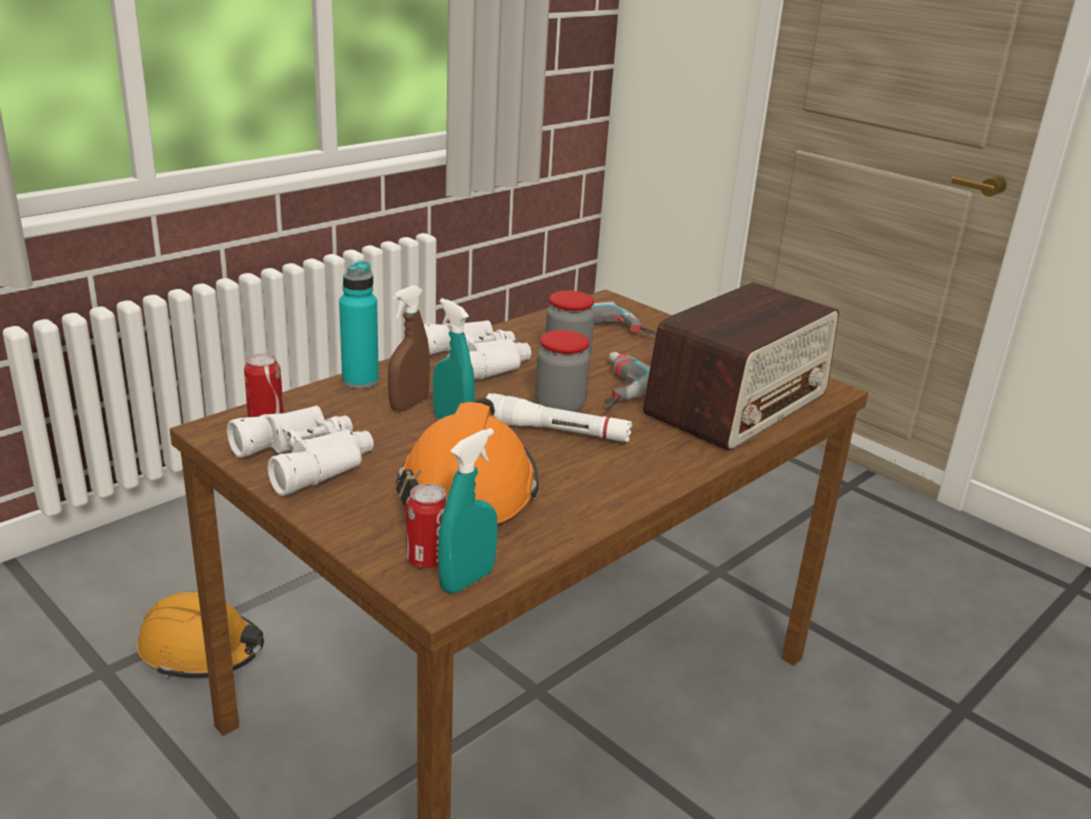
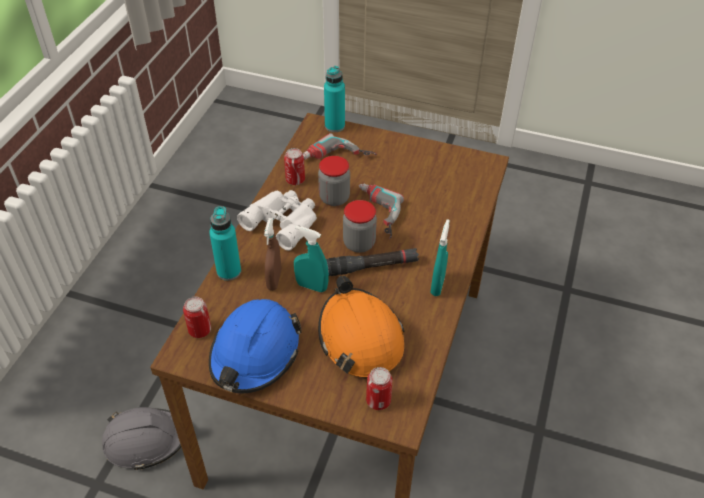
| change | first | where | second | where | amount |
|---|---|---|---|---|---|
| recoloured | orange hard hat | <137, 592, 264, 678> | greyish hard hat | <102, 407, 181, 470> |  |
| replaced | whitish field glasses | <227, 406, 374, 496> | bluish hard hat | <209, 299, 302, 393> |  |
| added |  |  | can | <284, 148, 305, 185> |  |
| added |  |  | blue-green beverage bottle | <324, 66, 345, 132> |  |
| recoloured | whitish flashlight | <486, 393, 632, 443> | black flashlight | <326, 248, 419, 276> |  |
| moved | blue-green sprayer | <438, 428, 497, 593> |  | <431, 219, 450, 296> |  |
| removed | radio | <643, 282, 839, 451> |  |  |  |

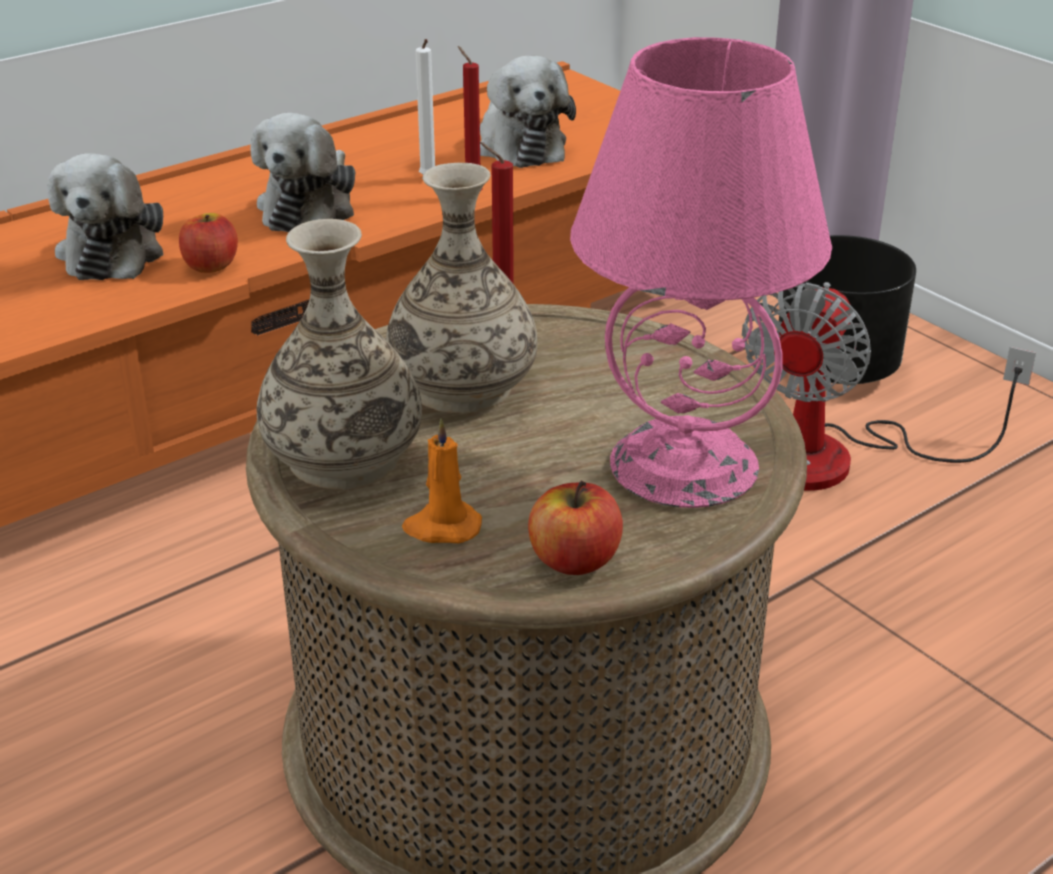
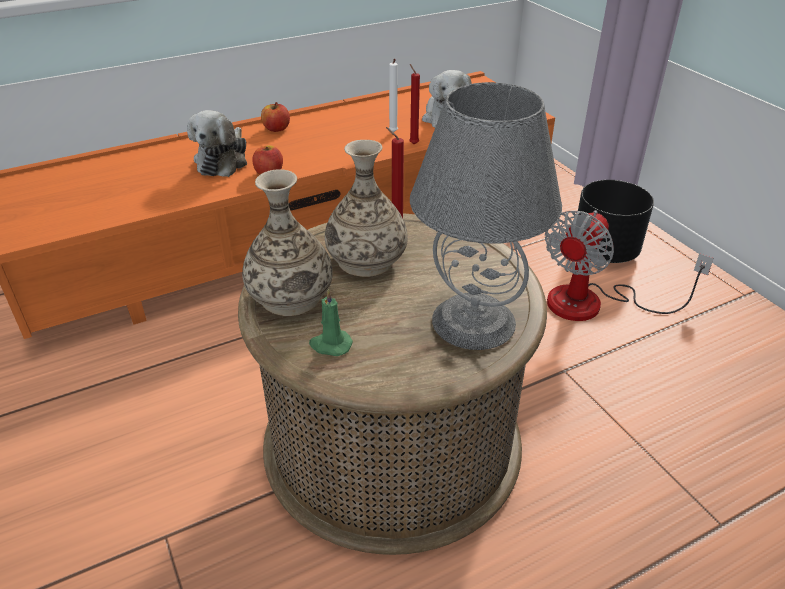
| change | first | where | second | where | amount |
|---|---|---|---|---|---|
| moved | whole apple | <528, 481, 623, 575> |  | <261, 102, 290, 132> |  |
| recoloured | orange wax light | <402, 418, 482, 543> | green-coloured wax light | <309, 289, 353, 356> |  |
| recoloured | pink table lamp | <570, 37, 832, 508> | greyish table lamp | <410, 82, 562, 350> |  |
| removed | soft toy | <251, 113, 356, 232> |  |  |  |

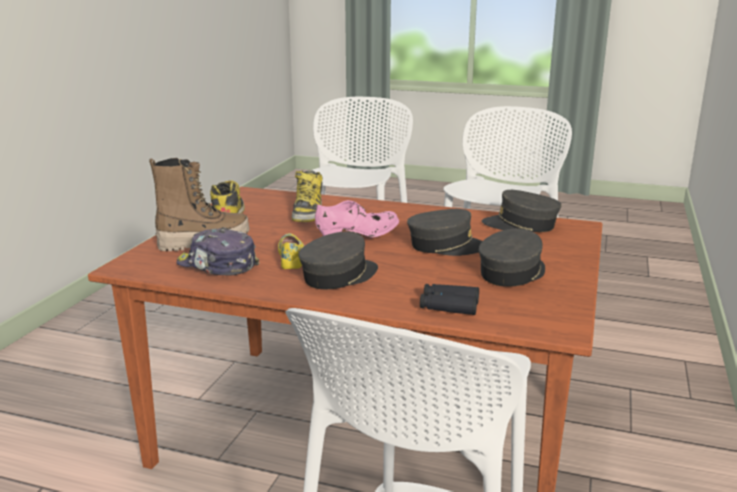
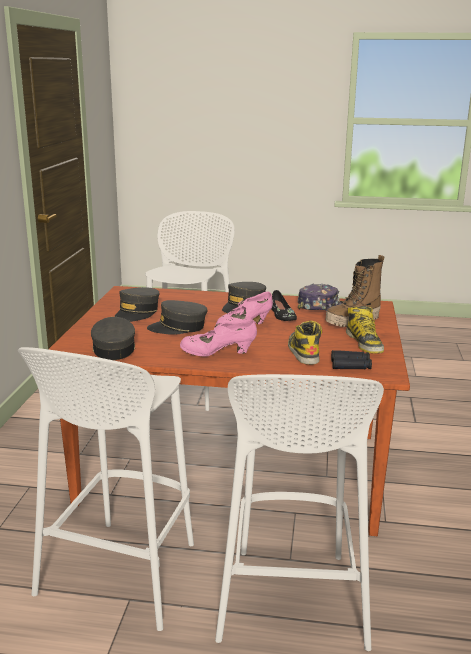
| change | first | where | second | where | amount |
|---|---|---|---|---|---|
| turned | greyish baseball cap | <482, 190, 562, 232> |  | <91, 317, 135, 360> | 105 degrees counterclockwise |
| added |  |  | pink shoe | <180, 319, 257, 357> |  |
| recoloured | yellowish shoe | <278, 233, 304, 269> | black shoe | <271, 290, 297, 321> |  |
| moved | black field glasses | <420, 284, 479, 315> |  | <331, 350, 372, 369> |  |

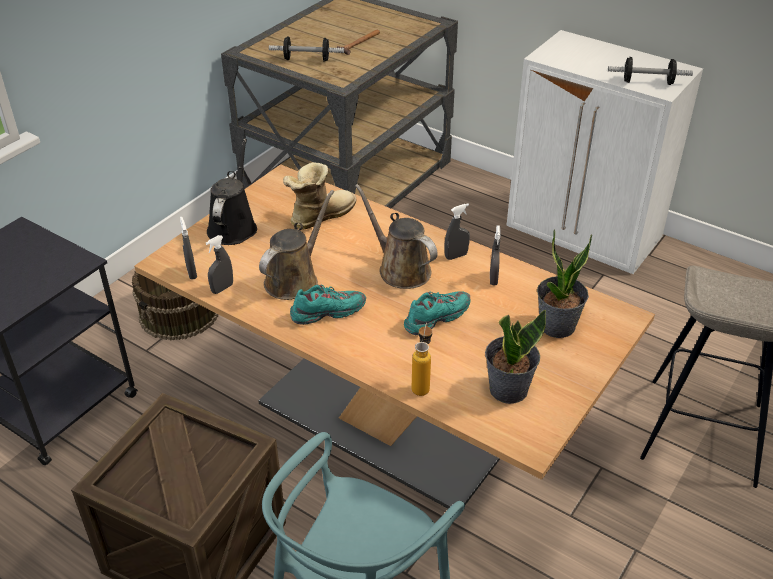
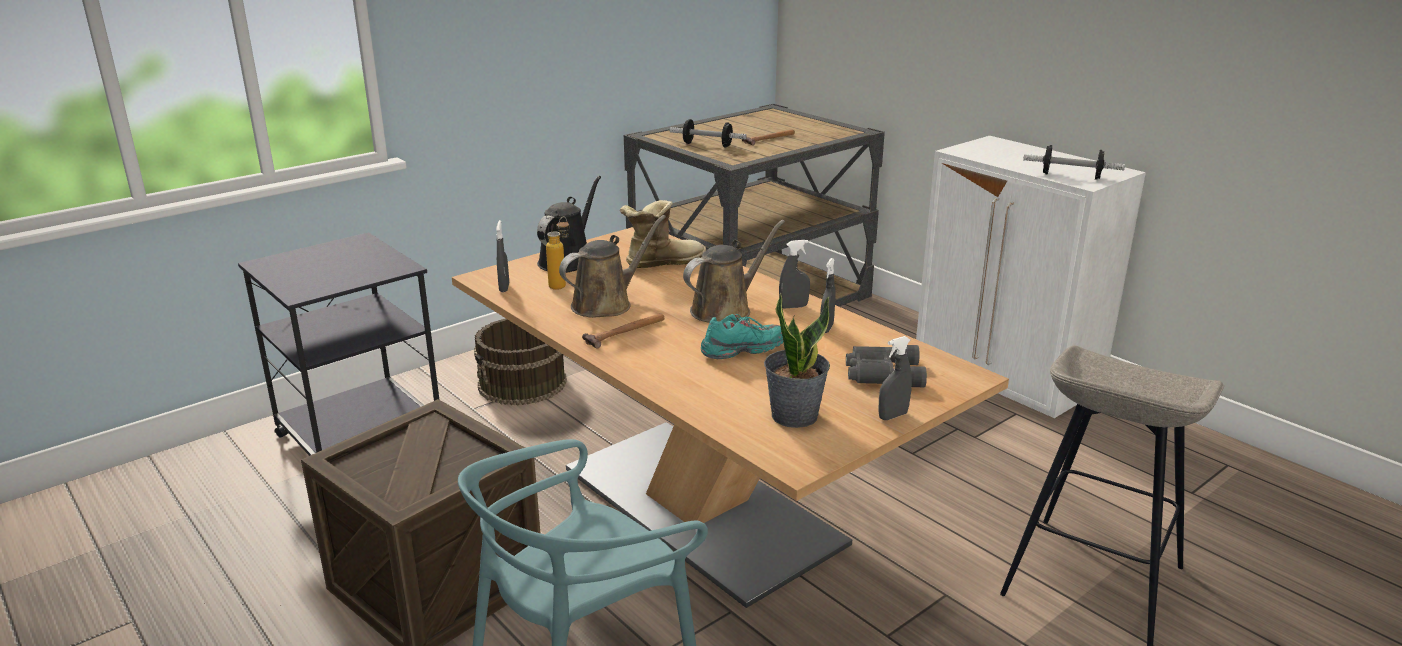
| change | first | where | second | where | amount |
|---|---|---|---|---|---|
| moved | beverage bottle | <412, 323, 432, 396> |  | <546, 216, 569, 290> |  |
| replaced | blue-green shoe | <290, 285, 366, 325> | tool hammer | <582, 313, 664, 349> |  |
| turned | brown-coloured sprinkling can | <355, 184, 438, 289> |  | <683, 220, 785, 323> | 75 degrees clockwise |
| replaced | potted plant | <537, 230, 592, 338> | greyish field glasses | <846, 345, 927, 387> |  |
| moved | greyish sprayer | <206, 235, 233, 294> |  | <878, 336, 912, 420> |  |

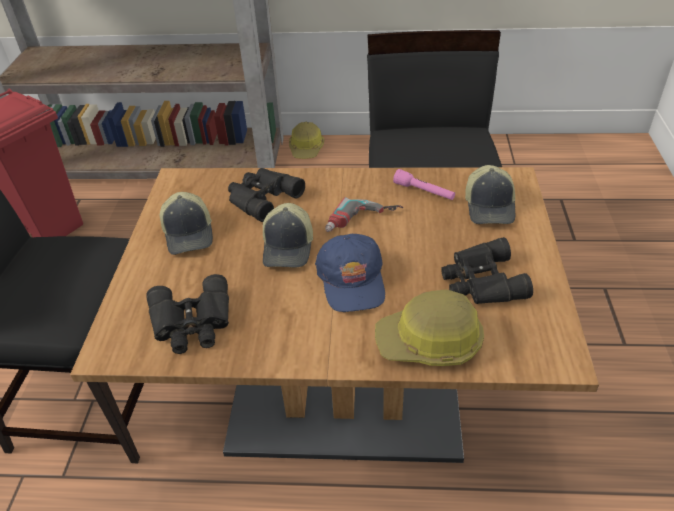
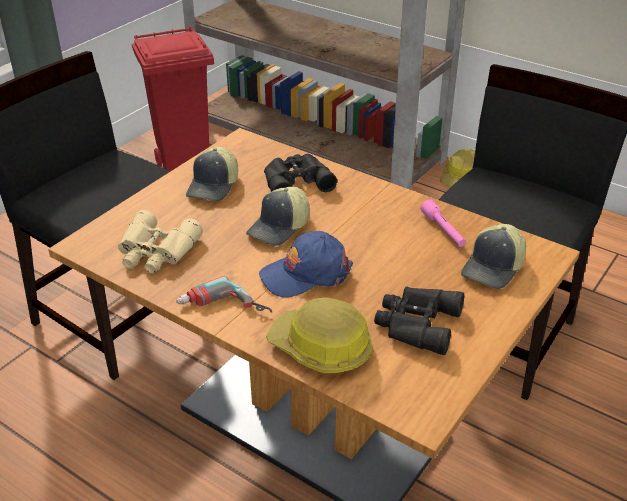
| change | first | where | second | where | amount |
|---|---|---|---|---|---|
| recoloured | black field glasses | <146, 274, 229, 354> | beige field glasses | <118, 210, 203, 274> |  |
| moved | drill | <325, 197, 403, 232> |  | <176, 276, 272, 312> |  |
| turned | bluish baseball cap | <315, 234, 385, 312> |  | <259, 231, 353, 298> | 45 degrees clockwise |

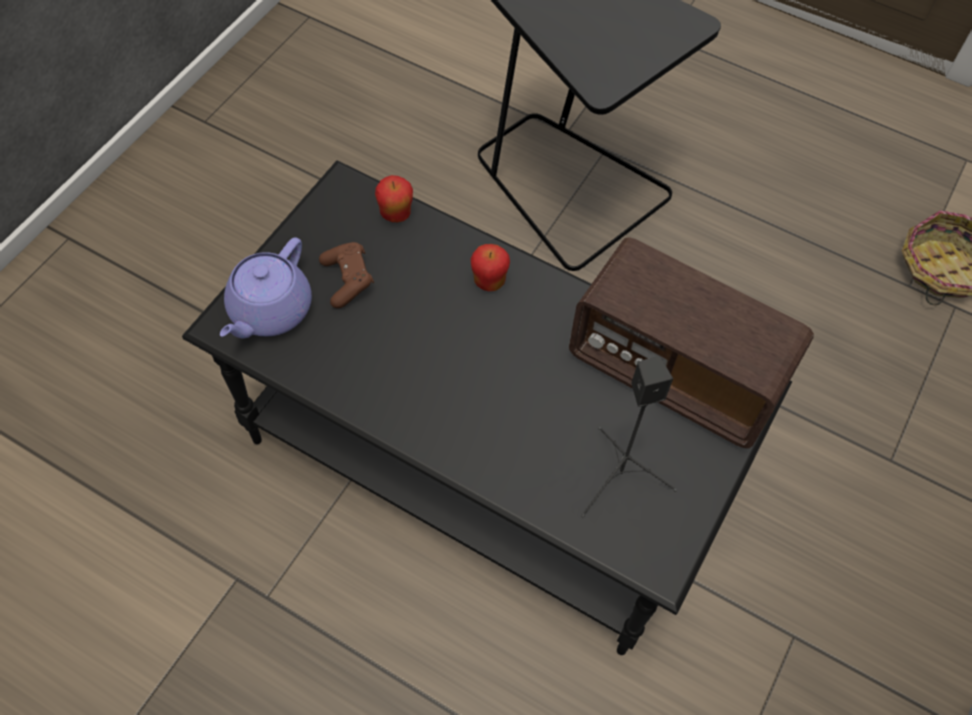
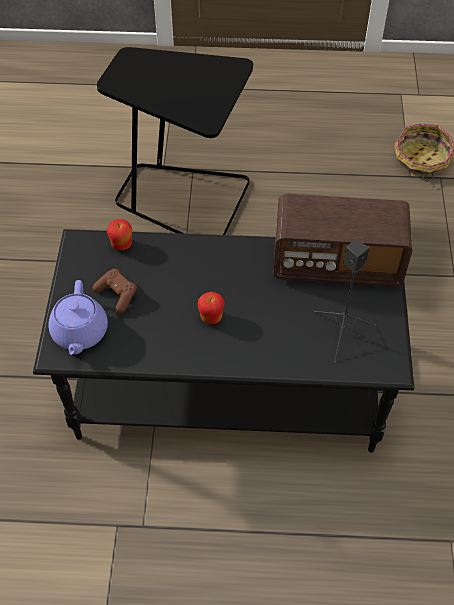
| change | first | where | second | where | amount |
|---|---|---|---|---|---|
| moved | whole apple | <470, 244, 510, 291> |  | <198, 292, 225, 324> |  |

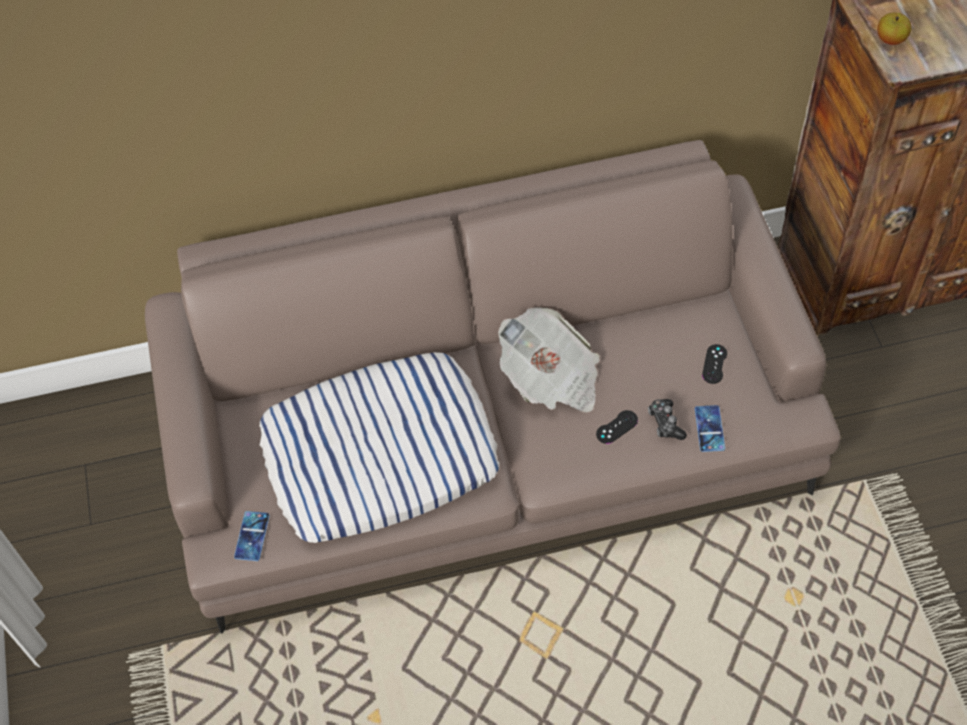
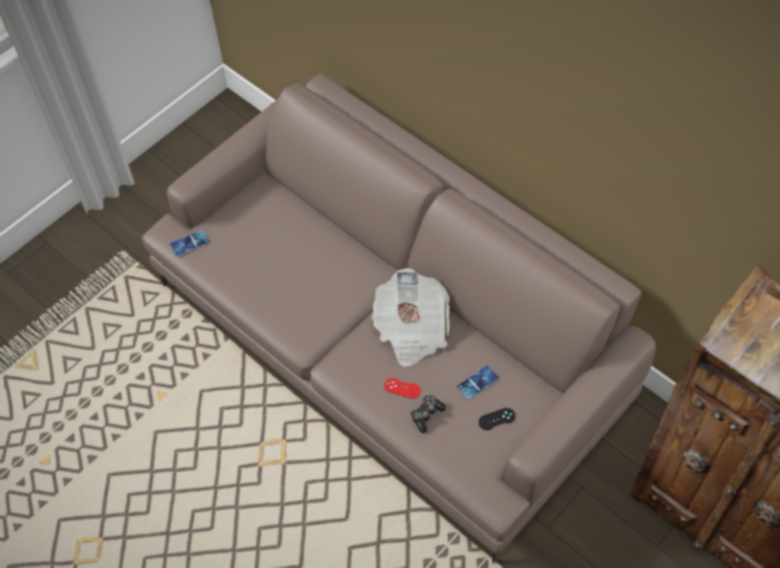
| change | first | where | second | where | amount |
|---|---|---|---|---|---|
| recoloured | black game controller | <596, 410, 638, 444> | red-coloured game controller | <384, 378, 421, 399> |  |
| moved | handset | <695, 405, 725, 452> |  | <457, 365, 499, 400> |  |
| removed | pillow | <259, 352, 499, 543> |  |  |  |
| removed | whole apple | <877, 12, 912, 45> |  |  |  |

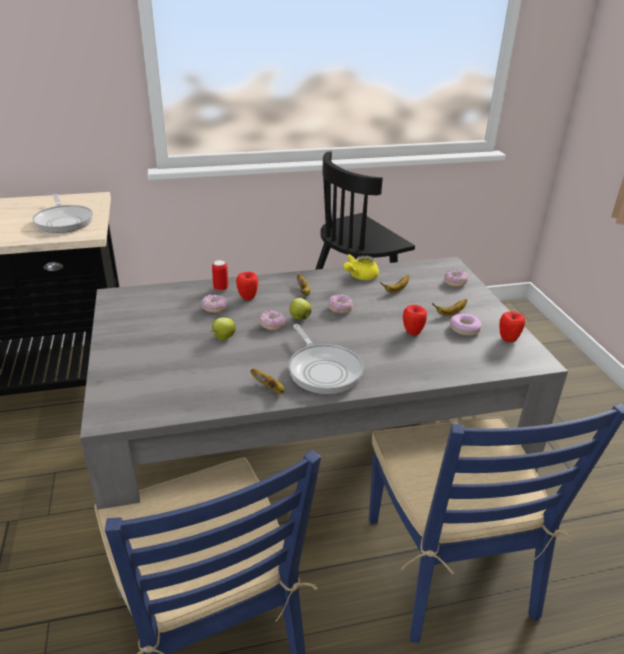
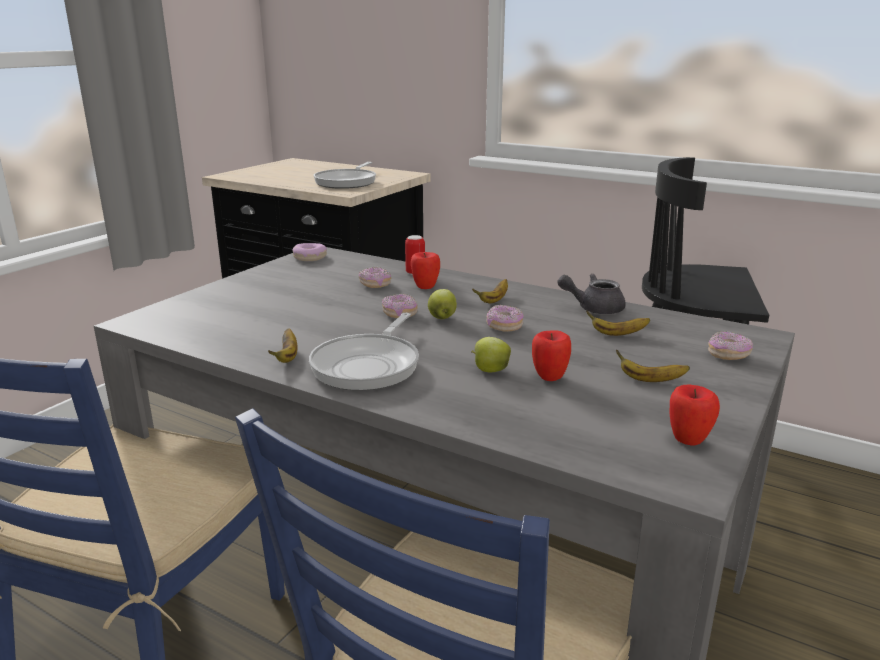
| change | first | where | second | where | amount |
|---|---|---|---|---|---|
| moved | donut | <450, 314, 482, 336> |  | <292, 243, 327, 261> |  |
| moved | whole apple | <211, 318, 236, 340> |  | <471, 337, 511, 372> |  |
| recoloured | yellowish teapot | <343, 254, 379, 280> | greyish teapot | <557, 274, 626, 314> |  |

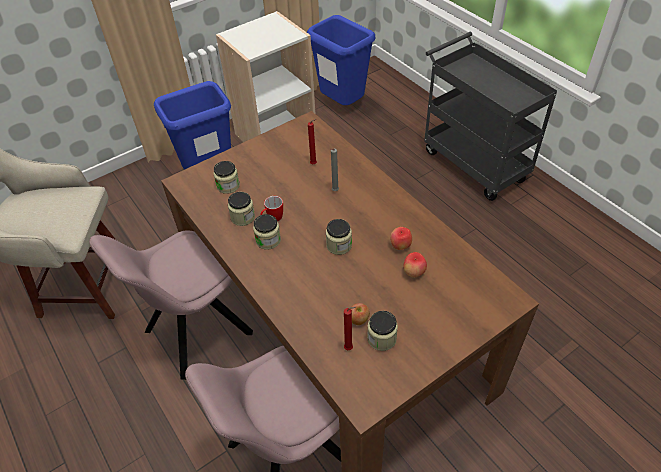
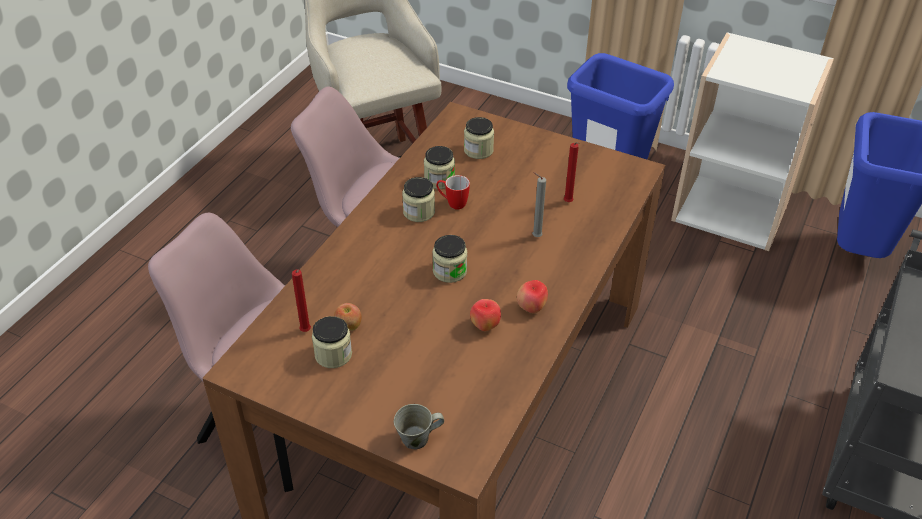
| change | first | where | second | where | amount |
|---|---|---|---|---|---|
| added |  |  | greyish coffee mug | <394, 404, 444, 450> |  |
| moved | whole apple | <404, 252, 427, 278> |  | <517, 280, 548, 313> |  |

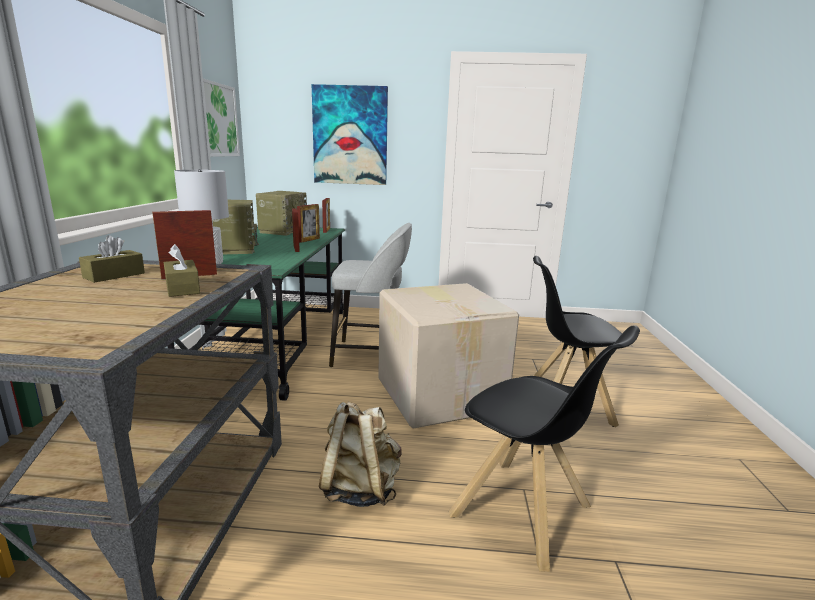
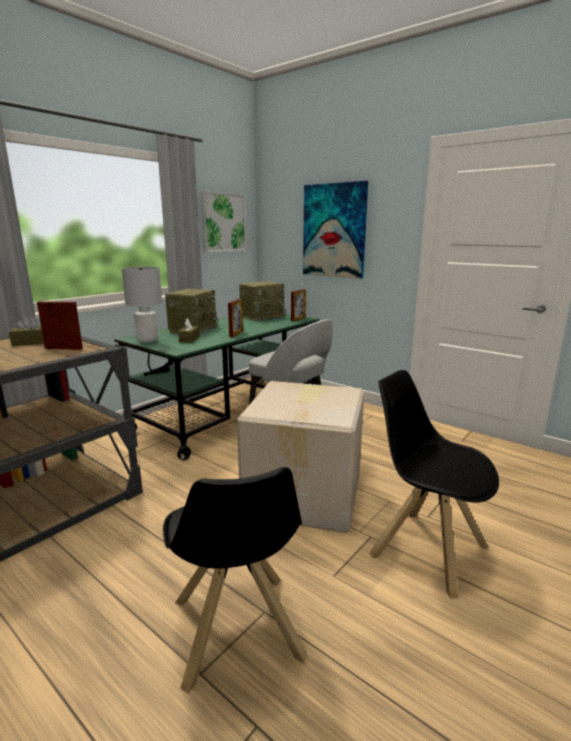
| change | first | where | second | where | amount |
|---|---|---|---|---|---|
| moved | brown-coloured box of tissues | <164, 244, 200, 297> |  | <178, 318, 200, 343> |  |
| removed | picture frame | <297, 204, 320, 243> |  |  |  |
| removed | beige backpack | <319, 402, 402, 507> |  |  |  |

